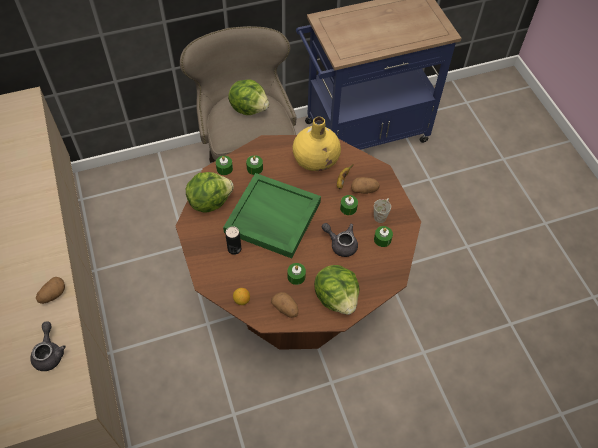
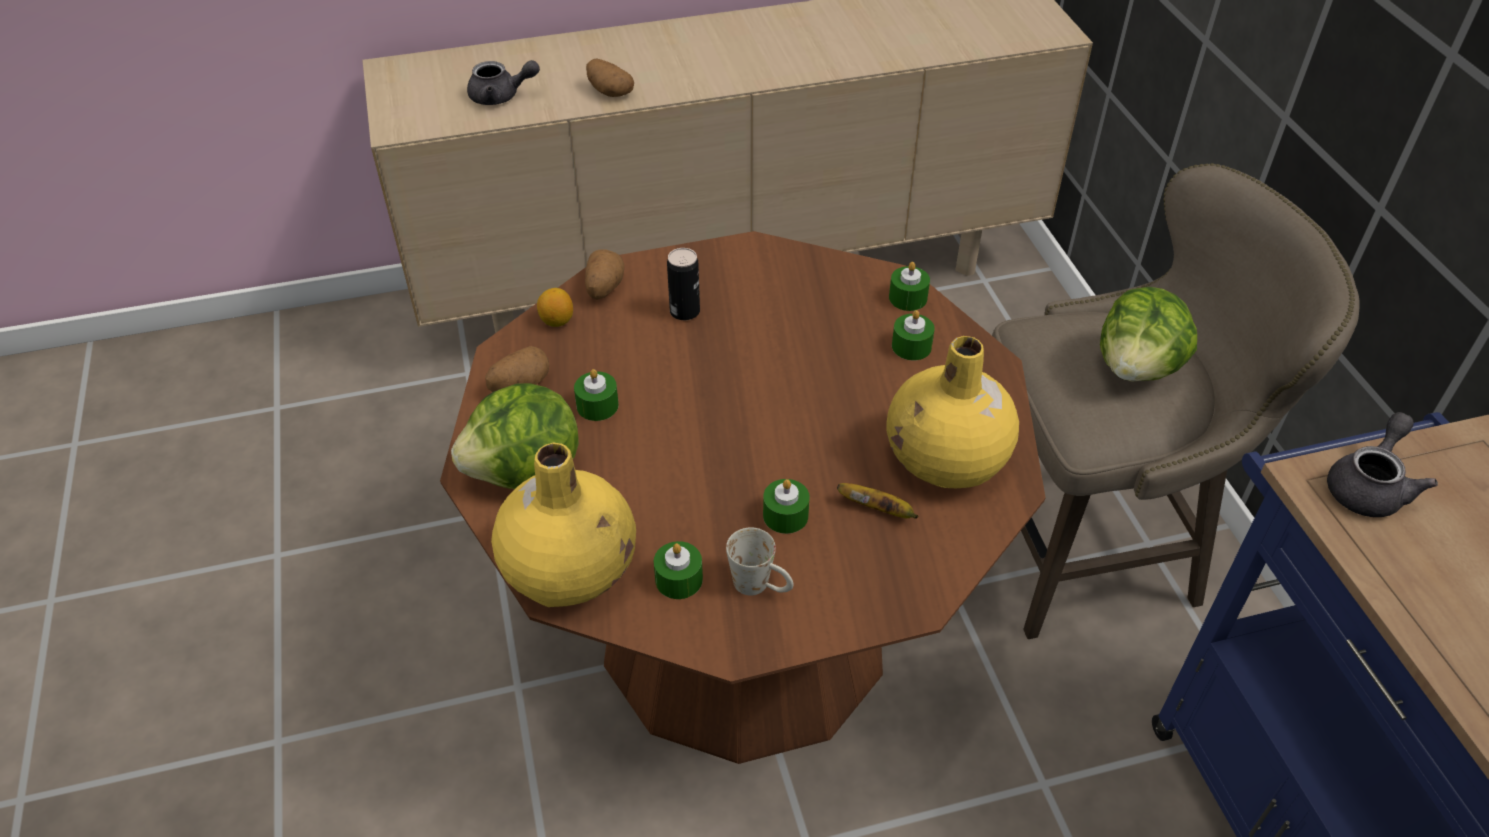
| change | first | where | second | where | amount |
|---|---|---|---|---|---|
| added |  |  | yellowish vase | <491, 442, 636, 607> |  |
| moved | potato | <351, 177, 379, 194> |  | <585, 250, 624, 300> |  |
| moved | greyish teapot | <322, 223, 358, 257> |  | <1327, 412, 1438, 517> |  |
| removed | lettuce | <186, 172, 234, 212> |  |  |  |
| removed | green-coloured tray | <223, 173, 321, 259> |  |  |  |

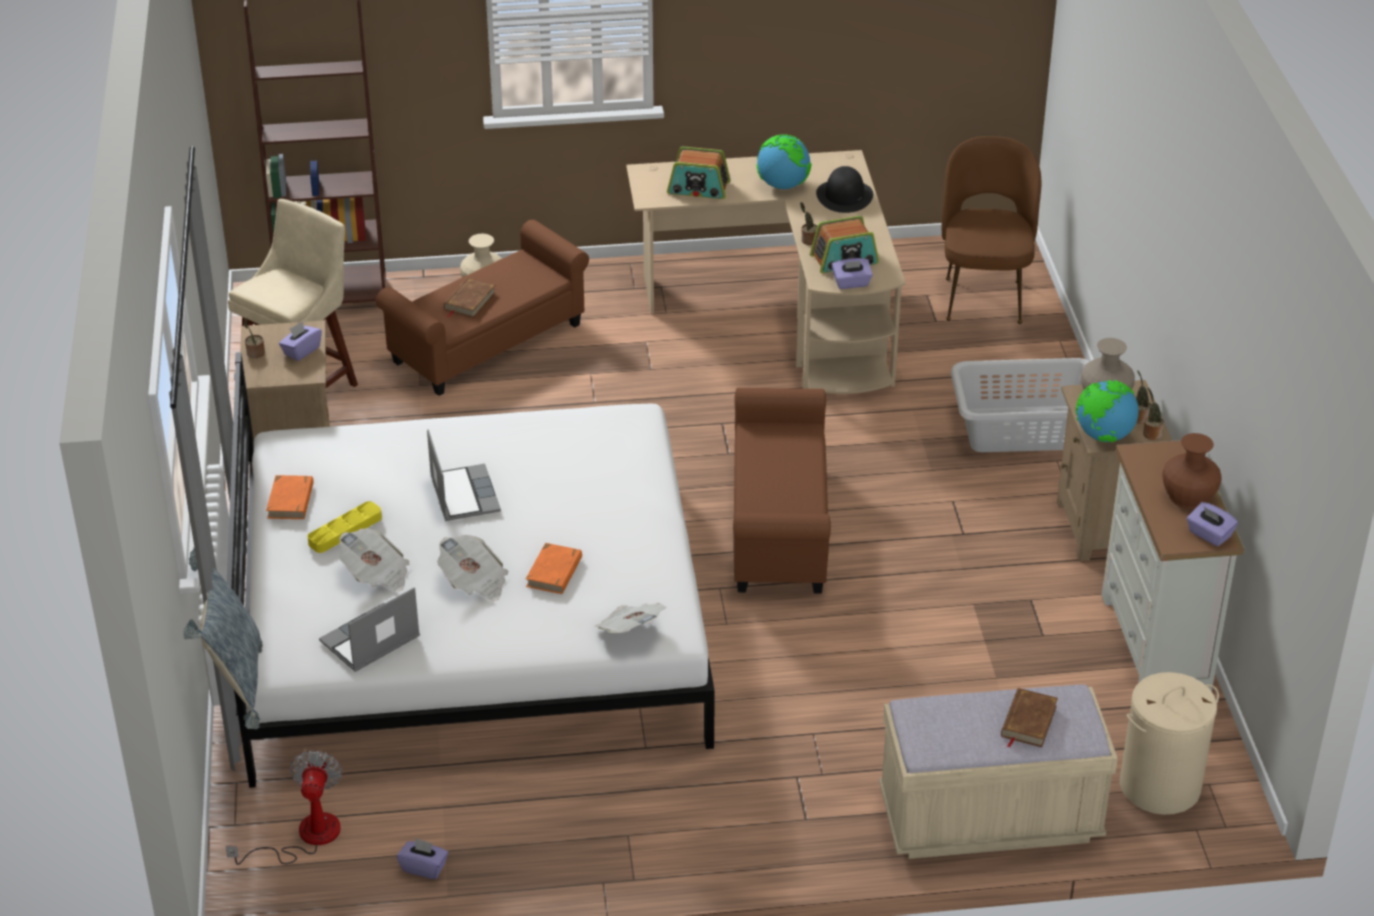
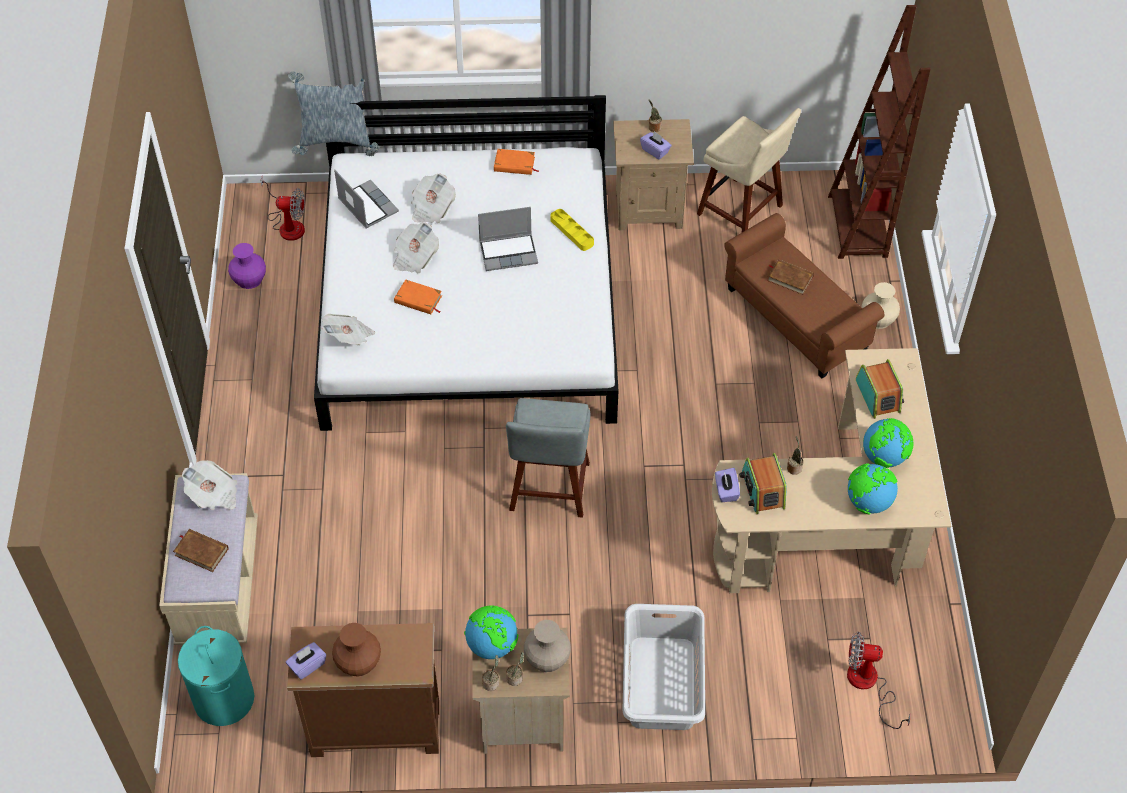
| change | first | where | second | where | amount |
|---|---|---|---|---|---|
| recoloured | beige hamper | <1120, 672, 1219, 815> | blue-green hamper | <178, 626, 254, 726> |  |
| added |  |  | newspaper | <182, 460, 238, 510> |  |
| replaced | purplish box of tissues | <397, 838, 448, 879> | purplish vase | <228, 243, 266, 289> |  |
| recoloured | whitish chest of drawers | <1101, 440, 1244, 692> | brown-coloured chest of drawers | <287, 623, 439, 757> |  |
| replaced | brown-coloured ottoman | <733, 388, 831, 594> | greyish upright chair | <506, 398, 590, 518> |  |
| moved | yellowish tray | <308, 501, 382, 553> |  | <550, 209, 594, 251> |  |
| replaced | brown-coloured upright chair | <942, 136, 1041, 324> | electric fan | <847, 632, 910, 729> |  |
| replaced | black wearable hat | <816, 166, 873, 213> | desk globe | <848, 463, 898, 514> |  |
| turned | radio | <667, 146, 731, 199> |  | <856, 359, 904, 419> | 150 degrees clockwise |

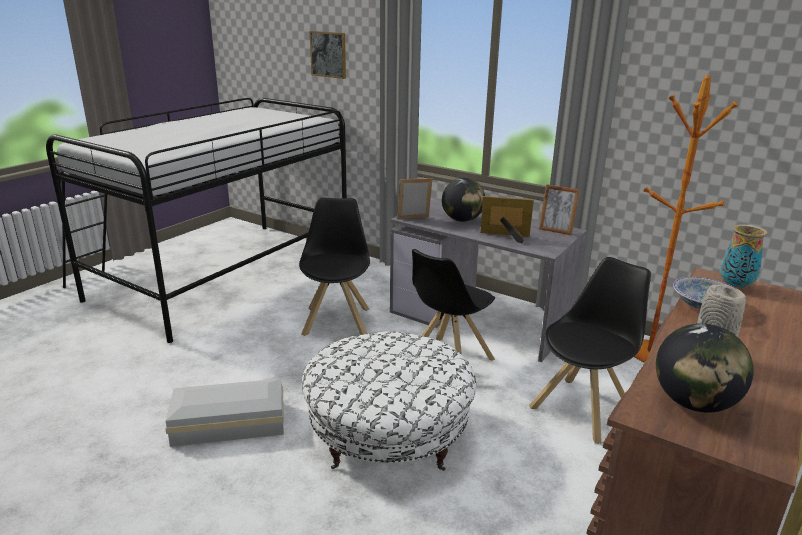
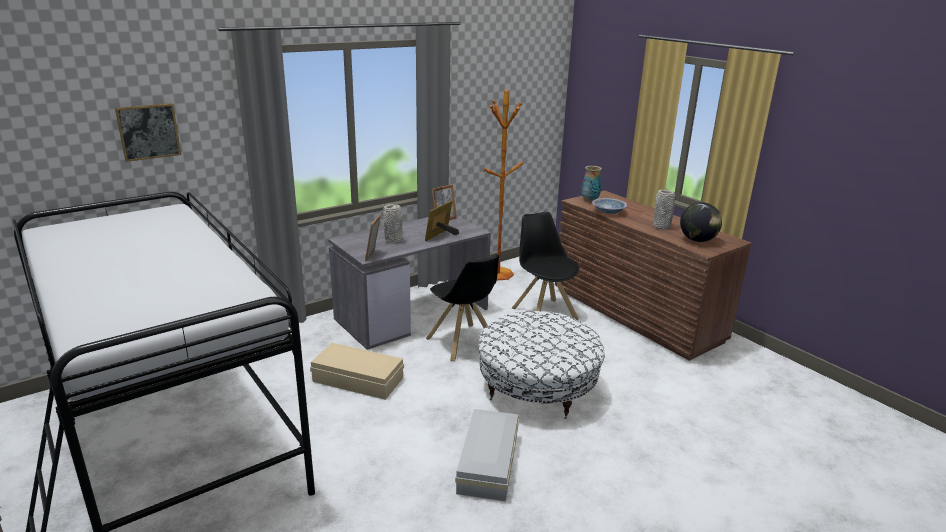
| change | first | where | second | where | amount |
|---|---|---|---|---|---|
| replaced | black upright chair | <299, 198, 370, 336> | beige storage bin | <310, 343, 404, 400> |  |
| replaced | desk globe | <442, 178, 485, 222> | greyish vase | <383, 204, 403, 244> |  |

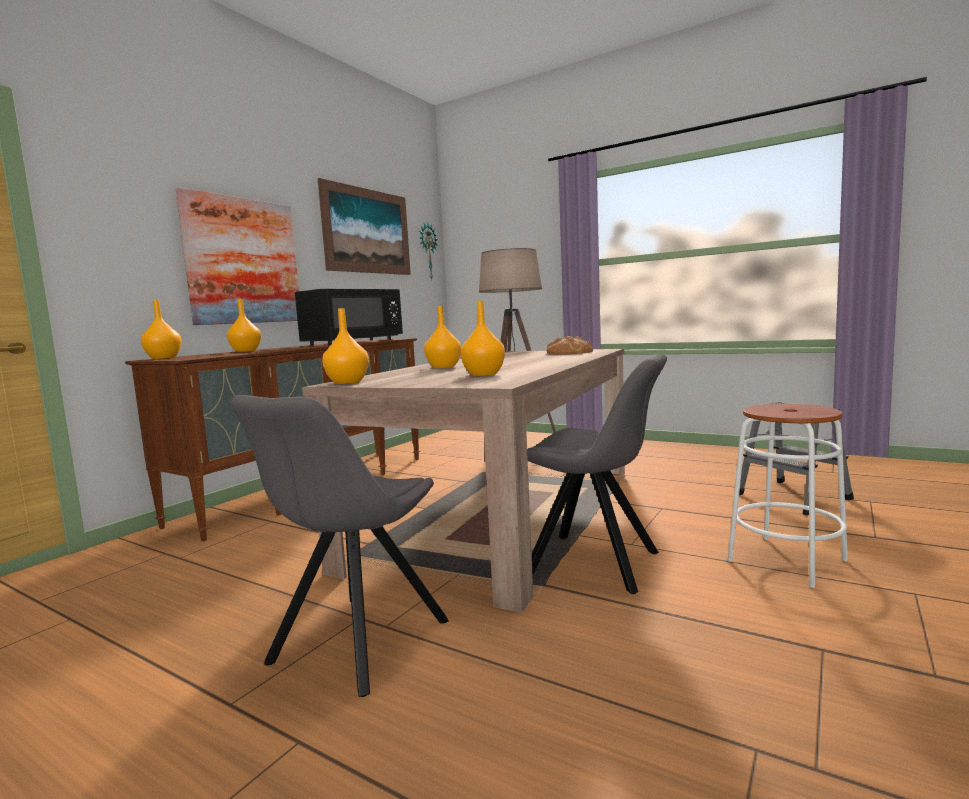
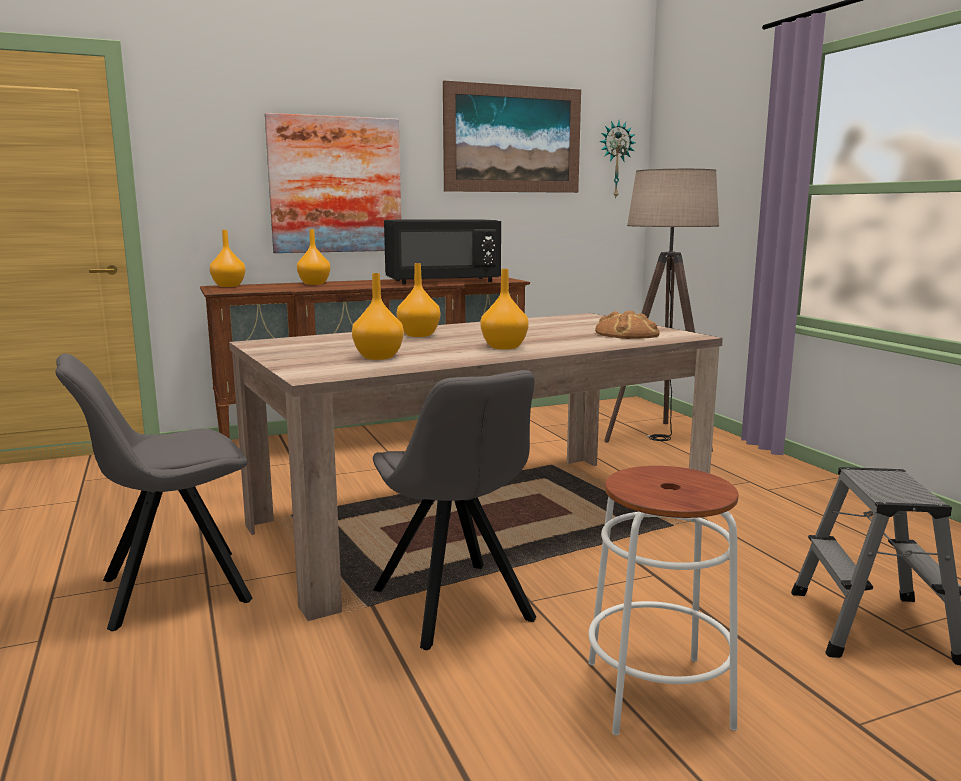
| change | first | where | second | where | amount |
|---|---|---|---|---|---|
| moved | orange vase | <322, 308, 369, 384> |  | <480, 269, 529, 350> |  |

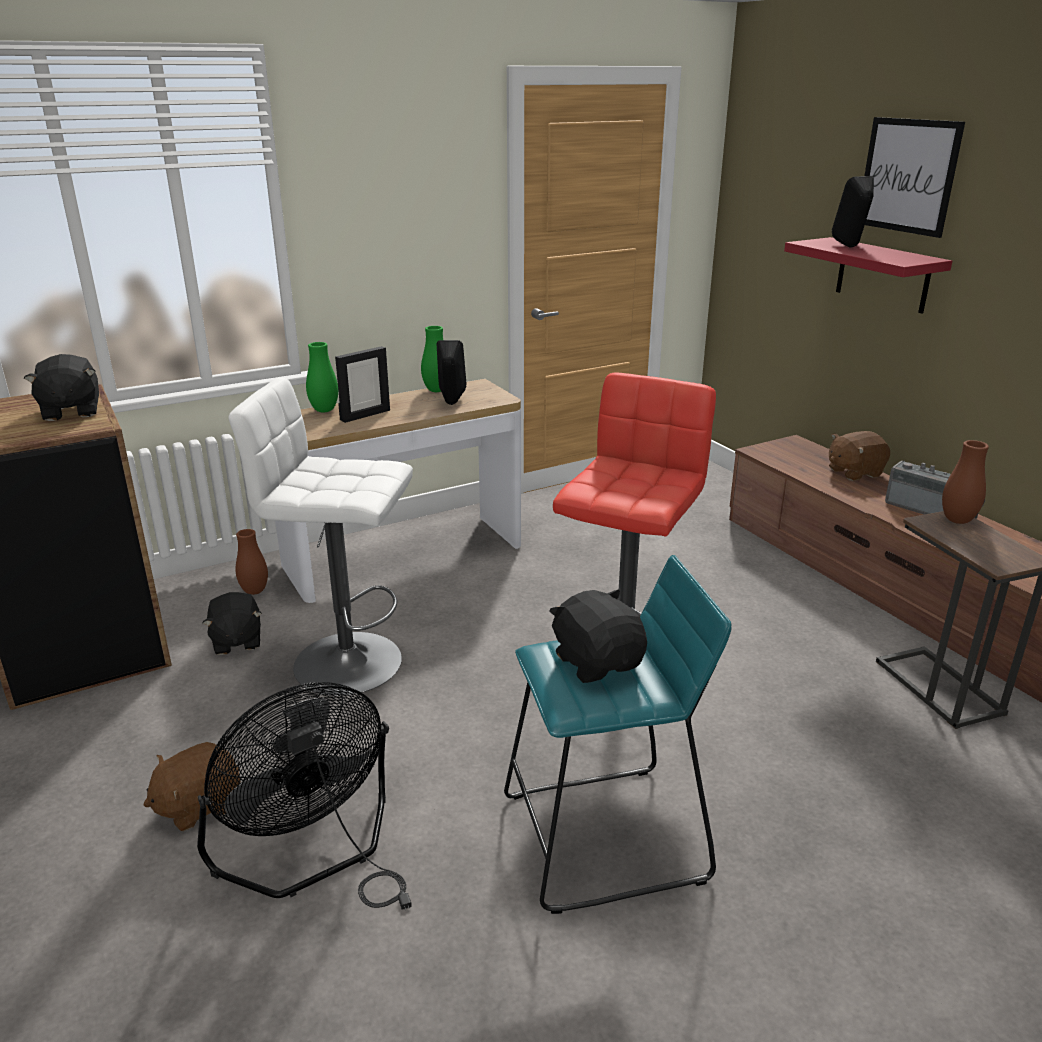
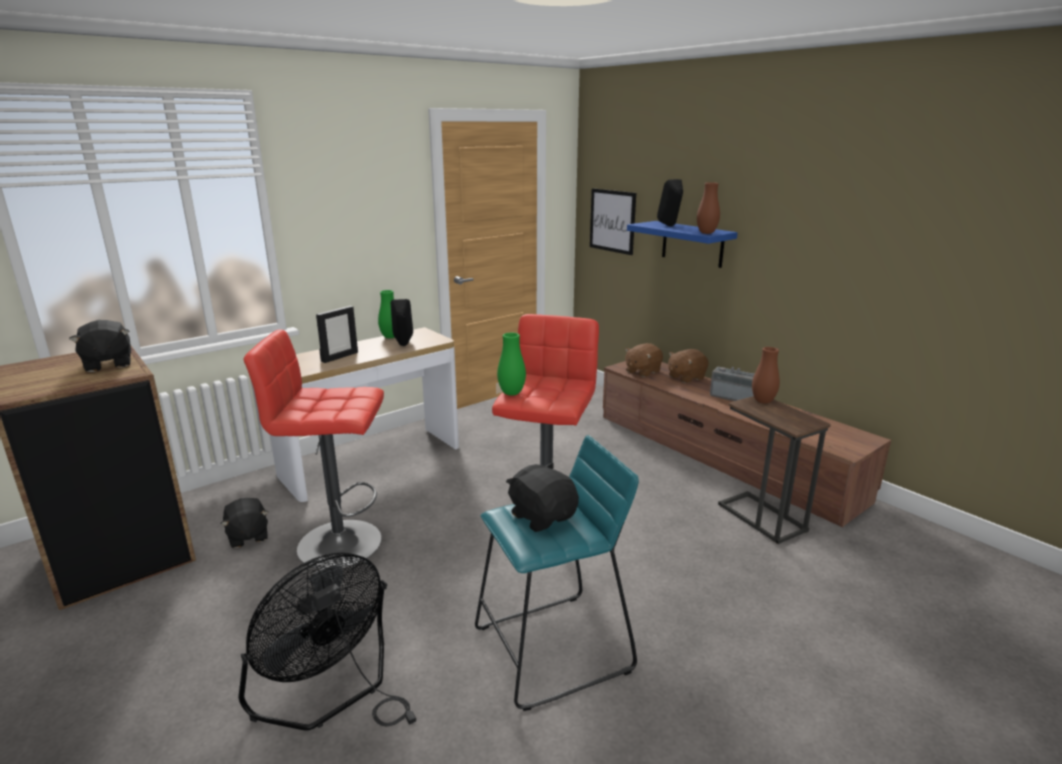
| change | first | where | second | where | amount |
|---|---|---|---|---|---|
| recoloured | whitish stool | <228, 378, 413, 696> | red-coloured stool | <244, 329, 384, 569> |  |
| moved | green-coloured vase | <306, 342, 338, 412> |  | <497, 333, 526, 396> |  |
| moved | wall art | <865, 117, 965, 238> |  | <590, 188, 636, 255> |  |
| moved | brown-coloured soft toy | <143, 742, 241, 831> |  | <625, 343, 663, 377> |  |
| recoloured | red-coloured bracket shelf | <784, 237, 952, 314> | bluish bracket shelf | <627, 221, 738, 268> |  |
| moved | brown-coloured vase | <236, 529, 268, 595> |  | <697, 182, 720, 234> |  |

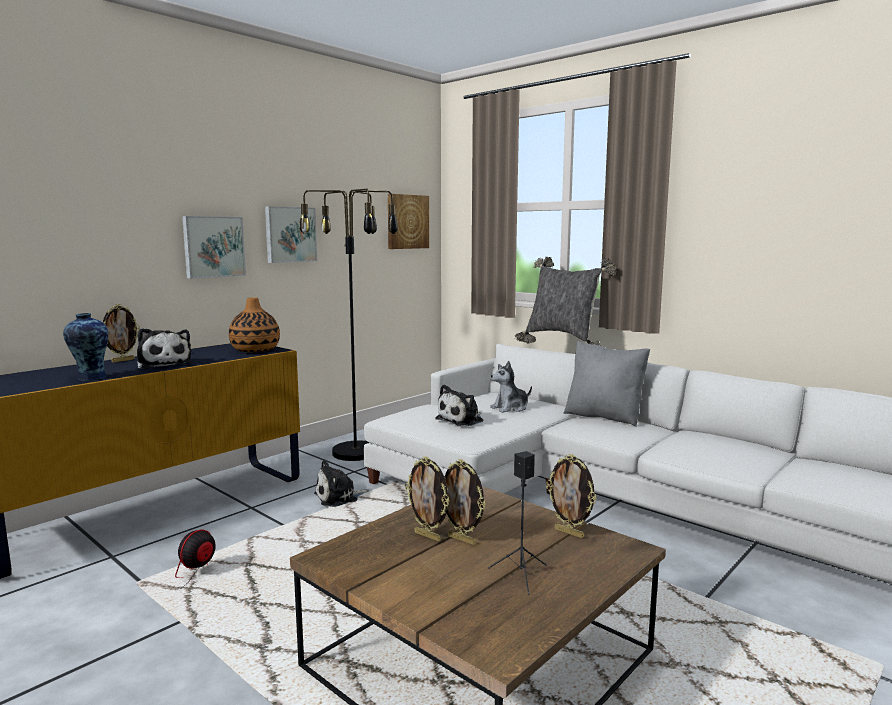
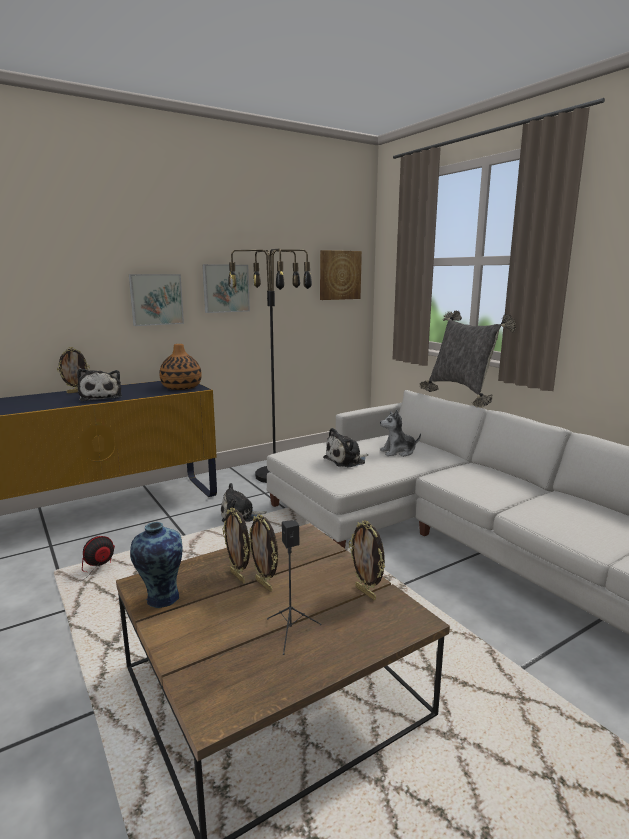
| change | first | where | second | where | amount |
|---|---|---|---|---|---|
| moved | vase | <63, 313, 108, 381> |  | <130, 522, 182, 608> |  |
| removed | greyish pillow | <563, 341, 650, 427> |  |  |  |

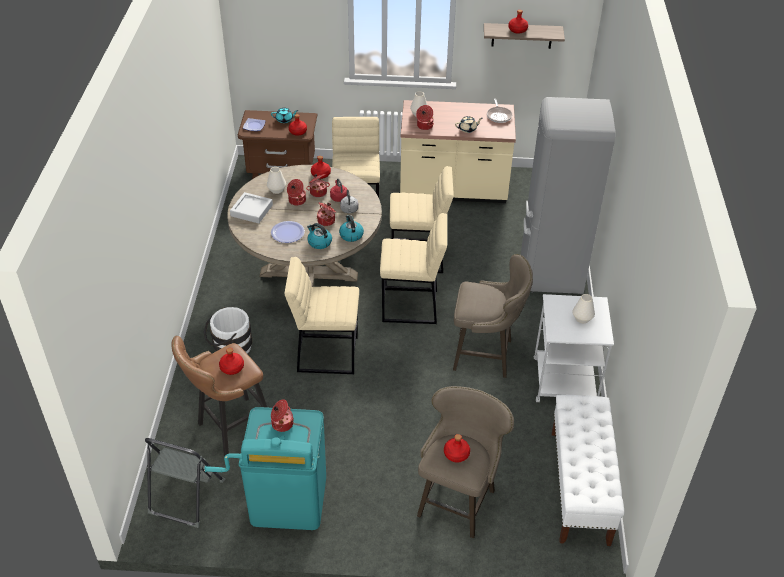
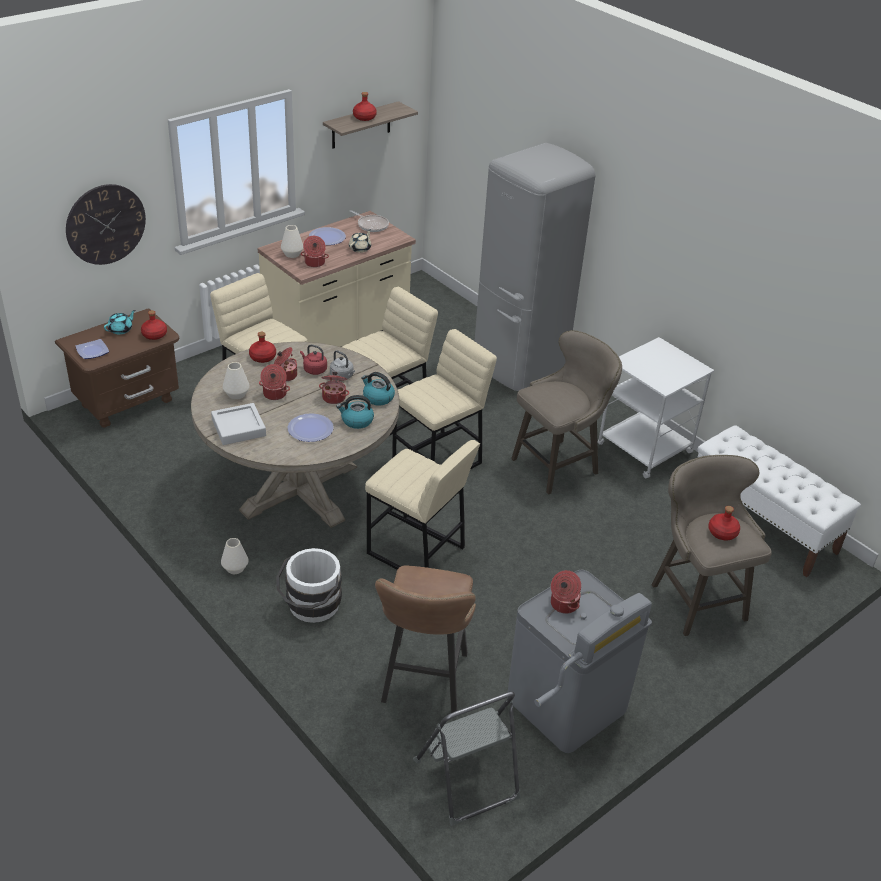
| change | first | where | second | where | amount |
|---|---|---|---|---|---|
| added |  |  | hanging clock | <66, 184, 146, 265> |  |
| moved | whitish vase | <573, 294, 595, 323> |  | <221, 538, 249, 574> |  |
| added |  |  | plate | <309, 227, 346, 245> |  |
| turned | beige upright chair | <285, 257, 359, 374> |  | <365, 440, 480, 570> | 105 degrees counterclockwise |
| recoloured | blue-green laundry appliance | <204, 407, 326, 530> | greyish laundry appliance | <508, 570, 652, 753> |  |
| removed | red-coloured beverage bottle | <219, 348, 244, 375> |  |  |  |

